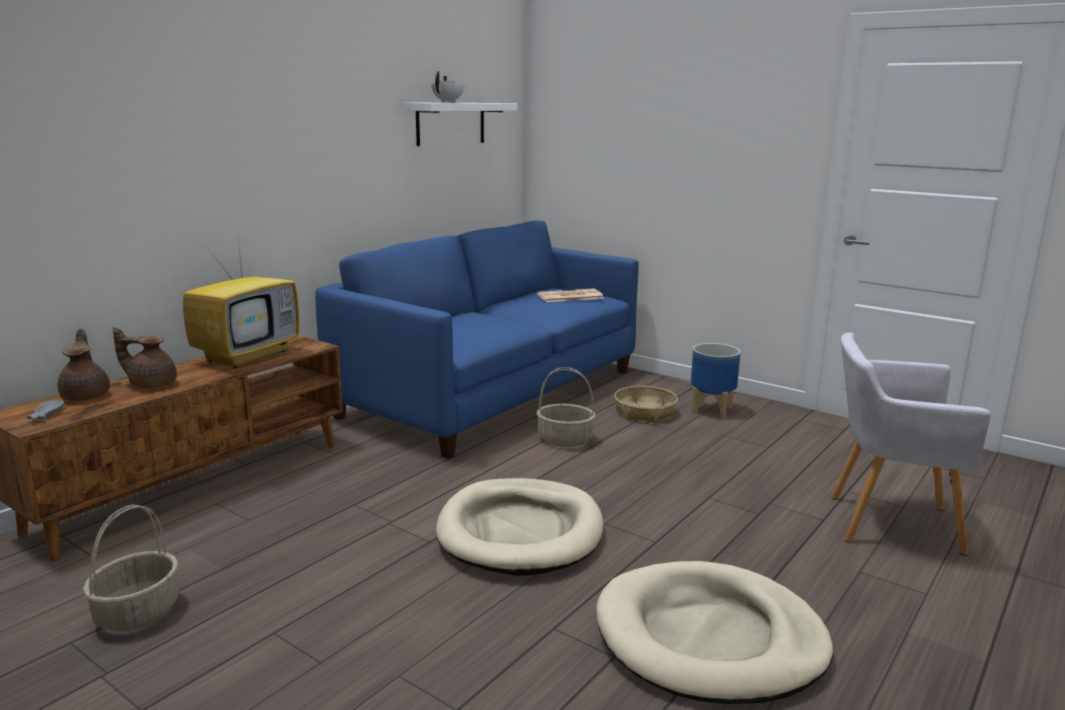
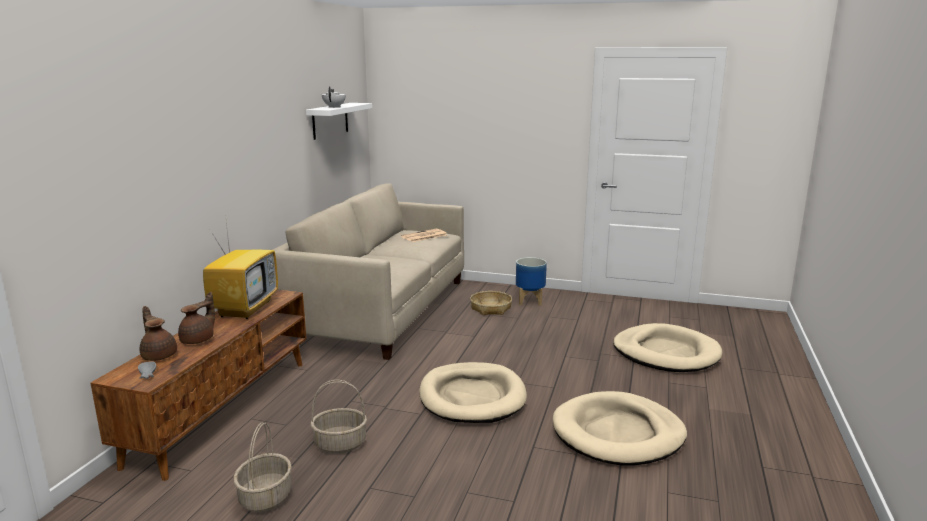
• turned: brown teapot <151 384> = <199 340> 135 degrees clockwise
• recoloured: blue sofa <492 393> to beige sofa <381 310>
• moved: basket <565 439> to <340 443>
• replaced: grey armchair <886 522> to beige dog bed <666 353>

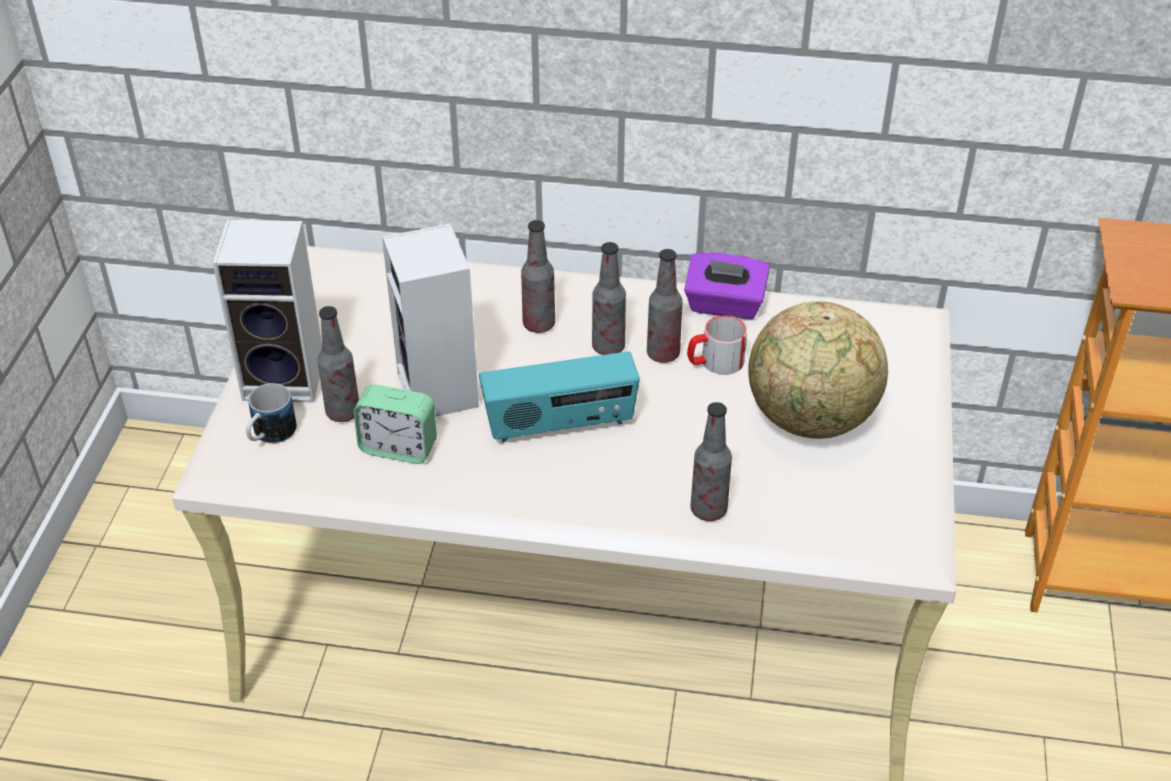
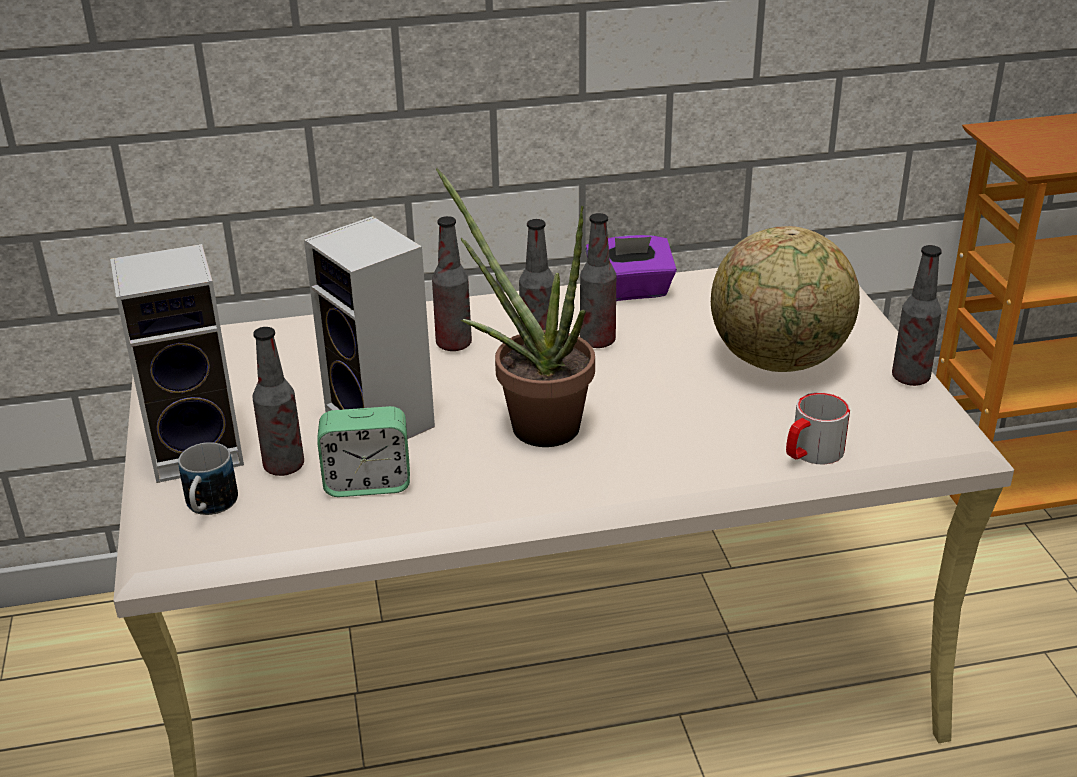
• replaced: radio <560 425> to potted plant <532 422>
• moved: mug <715 362> to <811 453>
• moved: bottle <708 510> to <910 378>

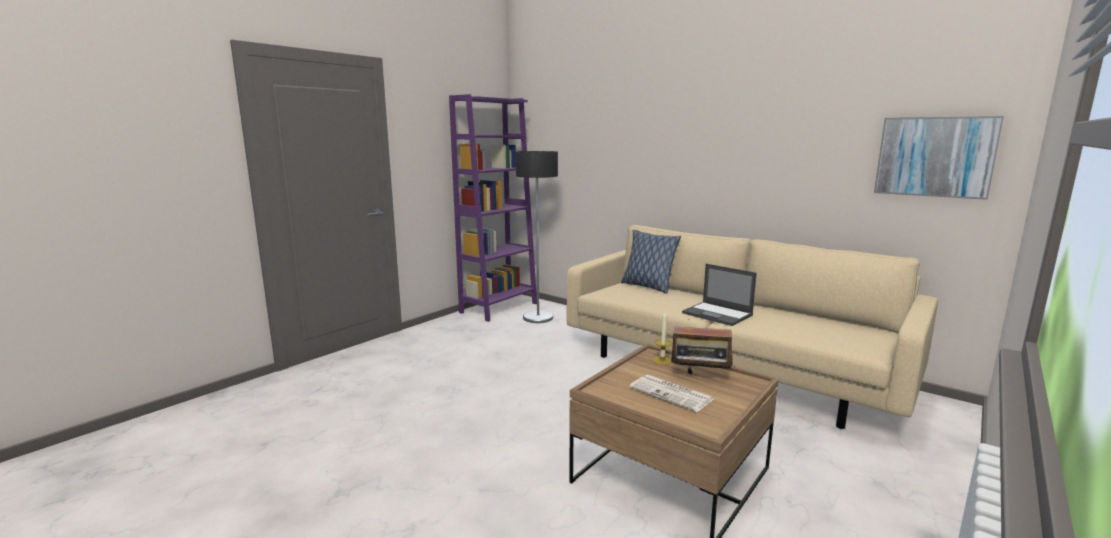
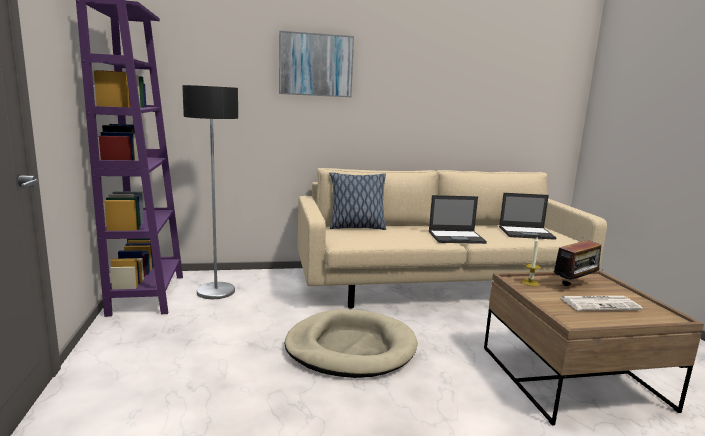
• moved: picture <934 157> to <316 65>
• added: beige dog bed <350 348>
• added: laptop <527 233>

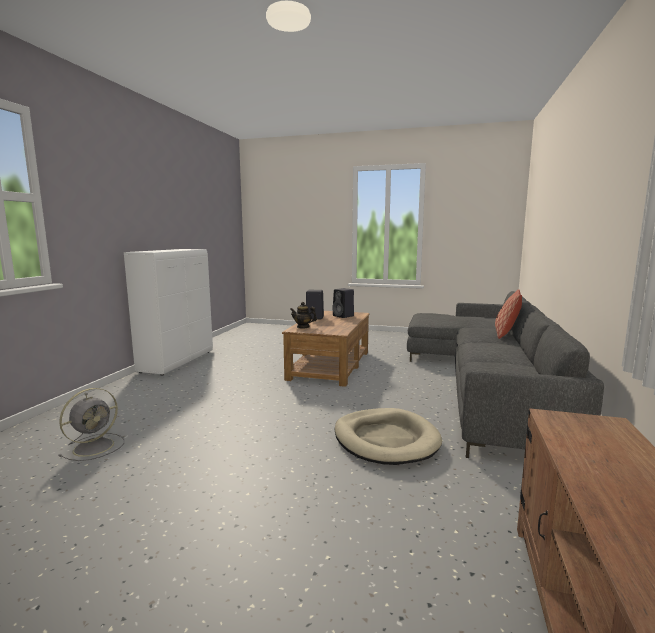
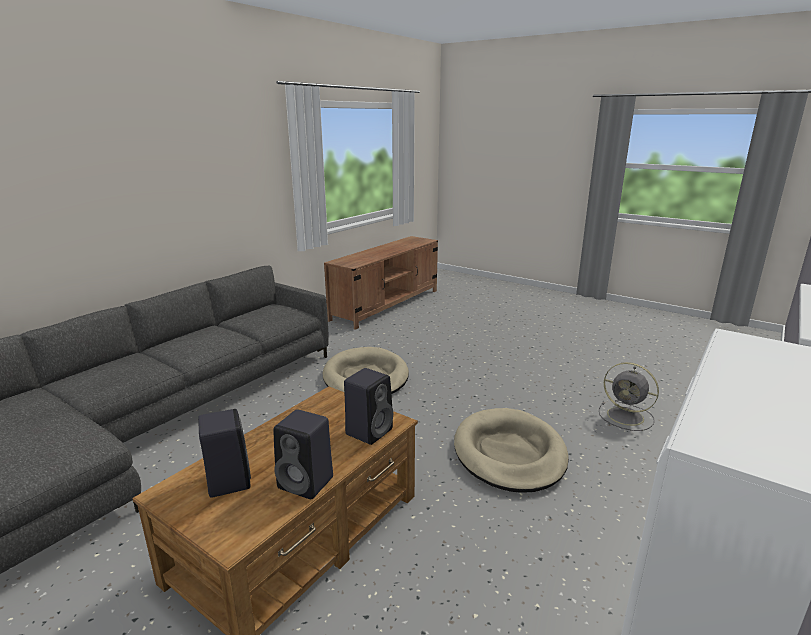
• turned: grey fan <95 446> = <627 417> 105 degrees counterclockwise
• replaced: teapot <303 327> to black speaker <370 431>
• removed: pillow <506 334>
• added: beige dog bed <509 453>

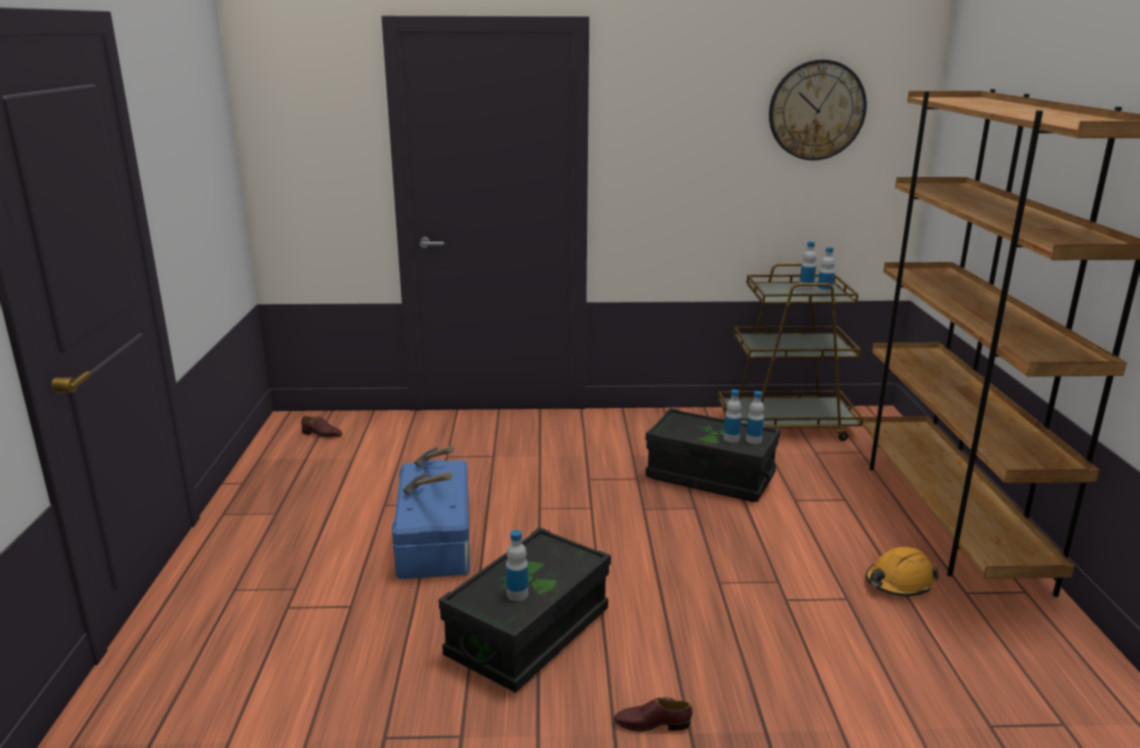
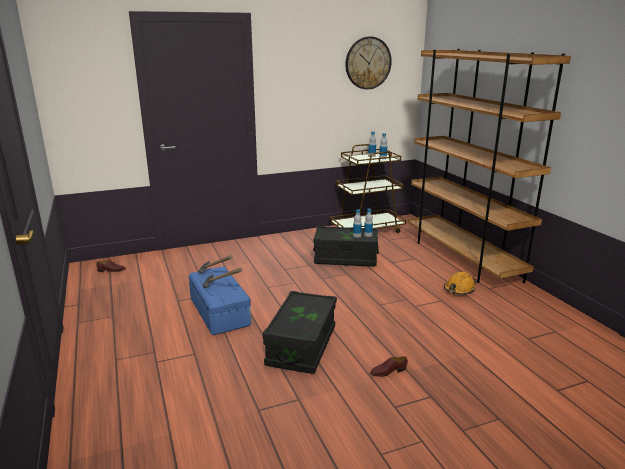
• removed: bottle <517 594>

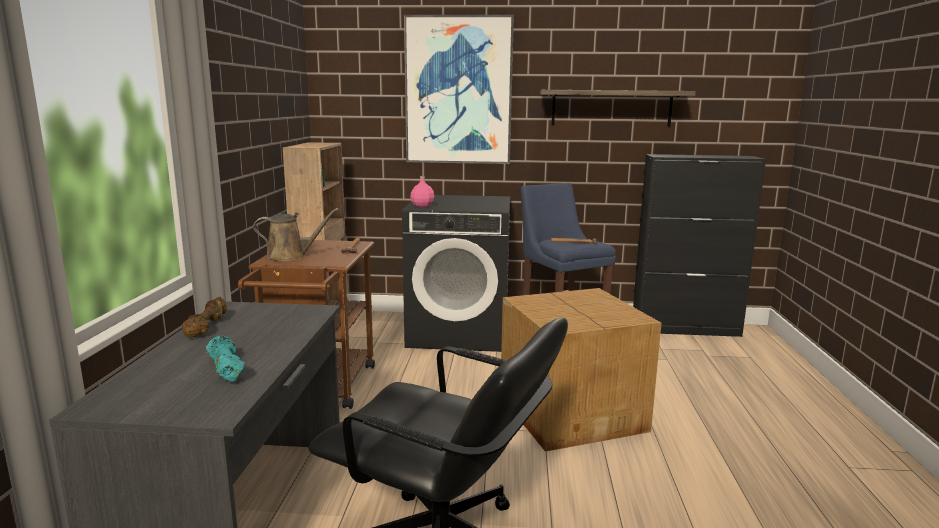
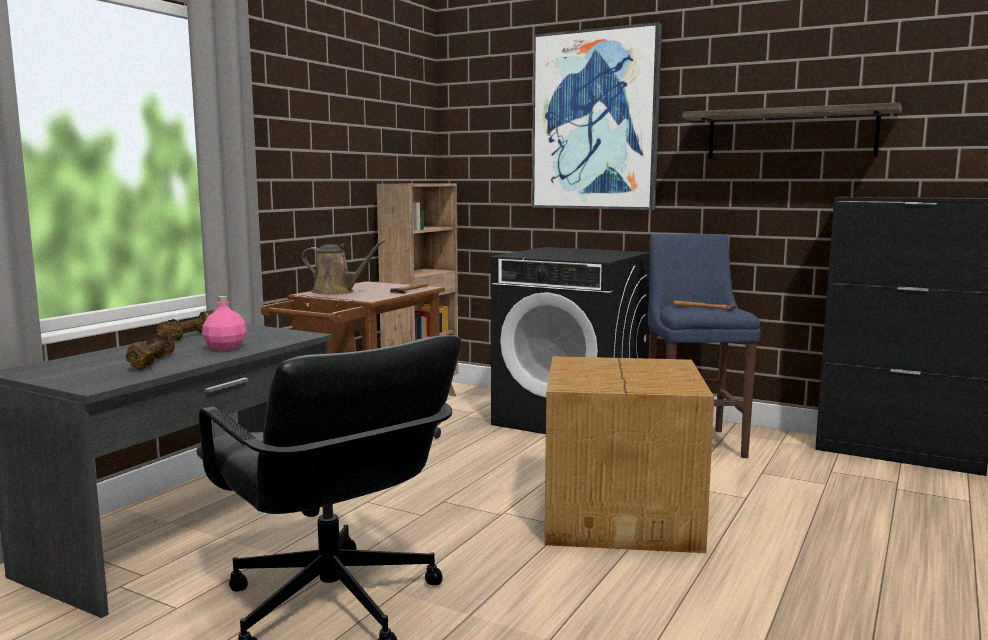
• recoloured: turquoise dumbbell <226 370> to brown dumbbell <151 363>
• moved: pink bottle <422 206> to <225 348>

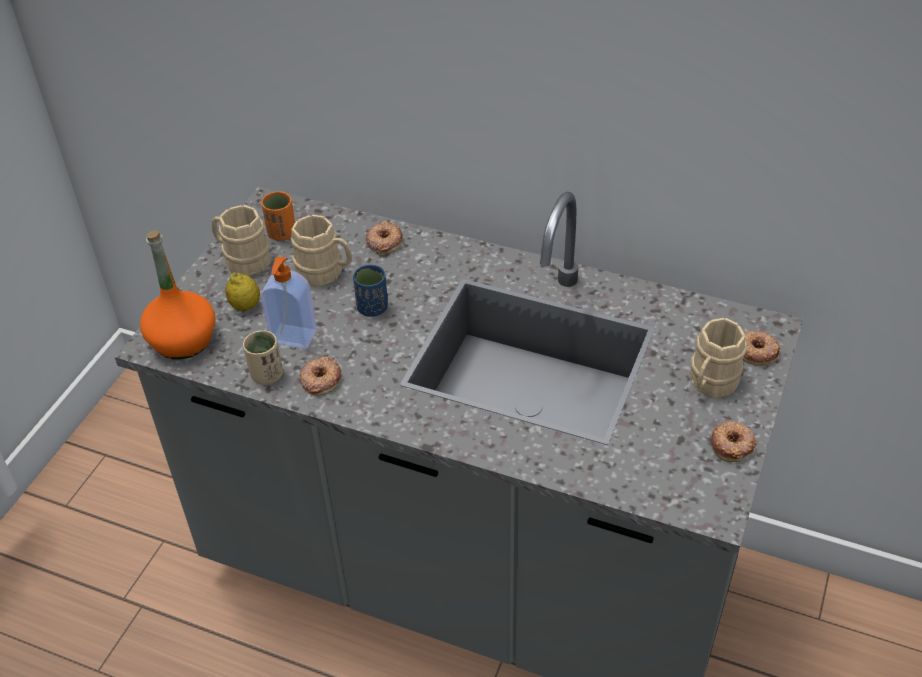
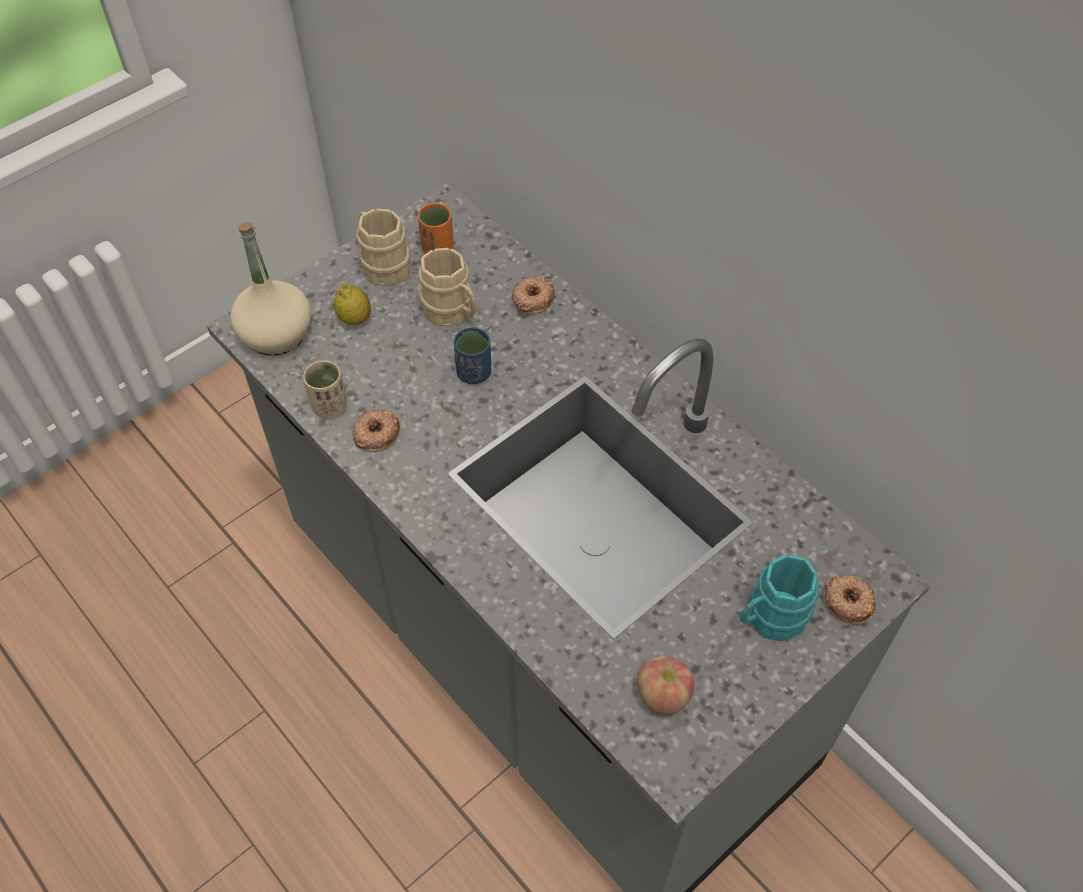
• recoloured: orange bottle <182 340> to beige bottle <275 333>
• removed: soap dispenser <293 337>
• recoloured: beige mug <710 384> to turquoise mug <770 618>
• removed: donut <732 444>
• added: apple <663 695>

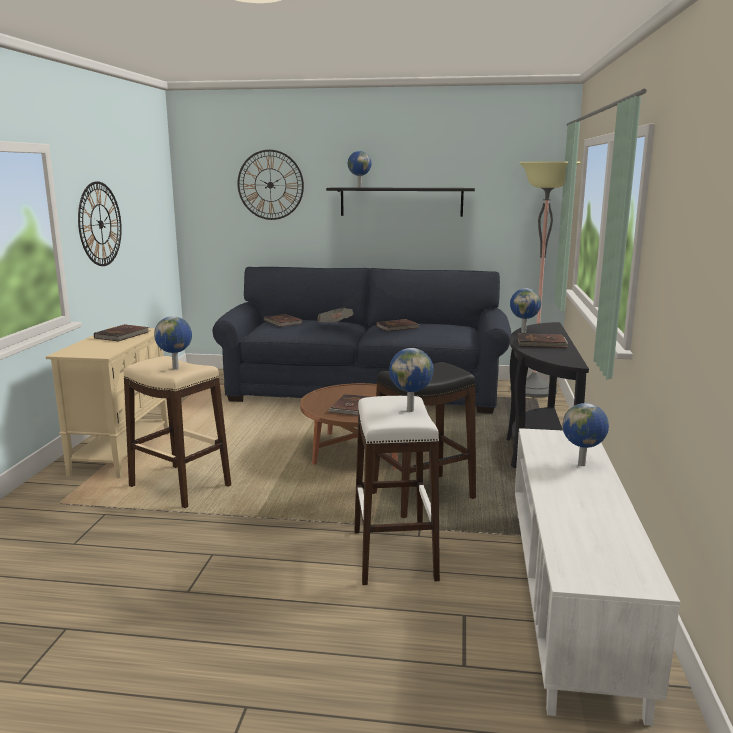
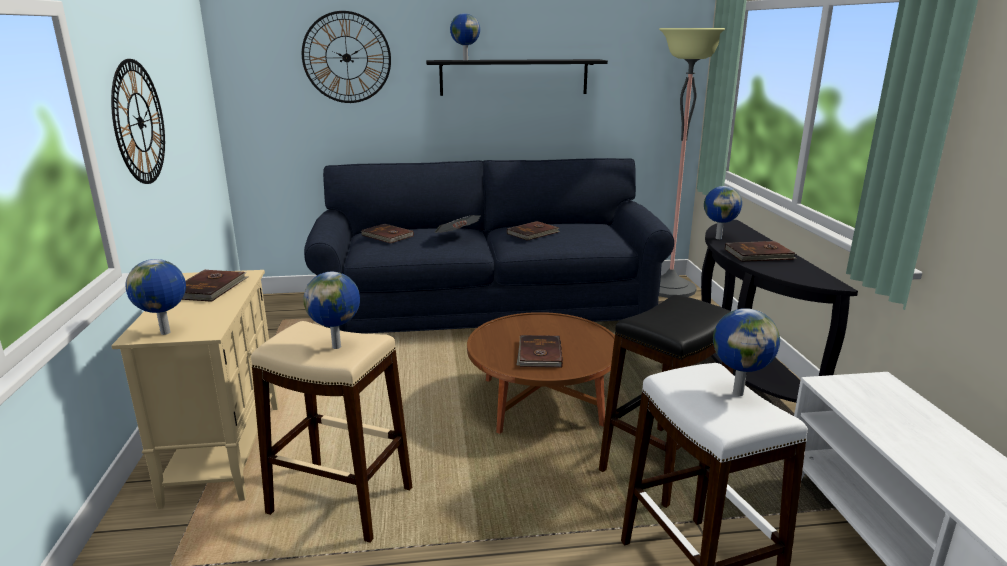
• moved: globe <582 465> to <166 333>

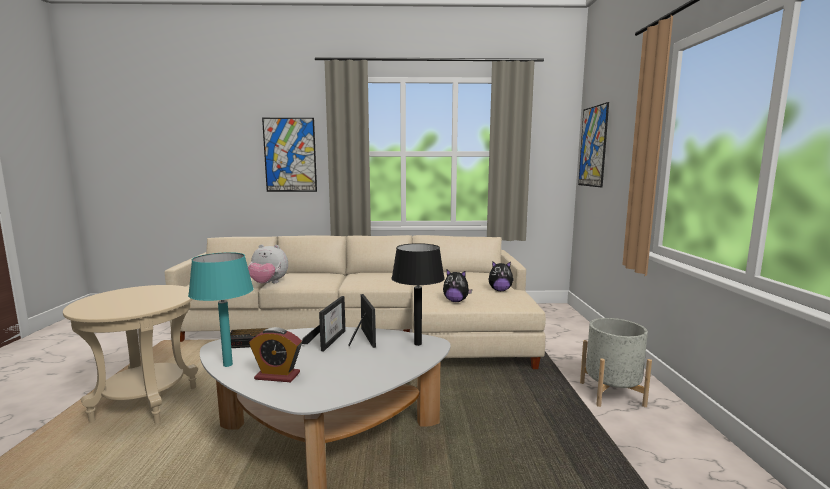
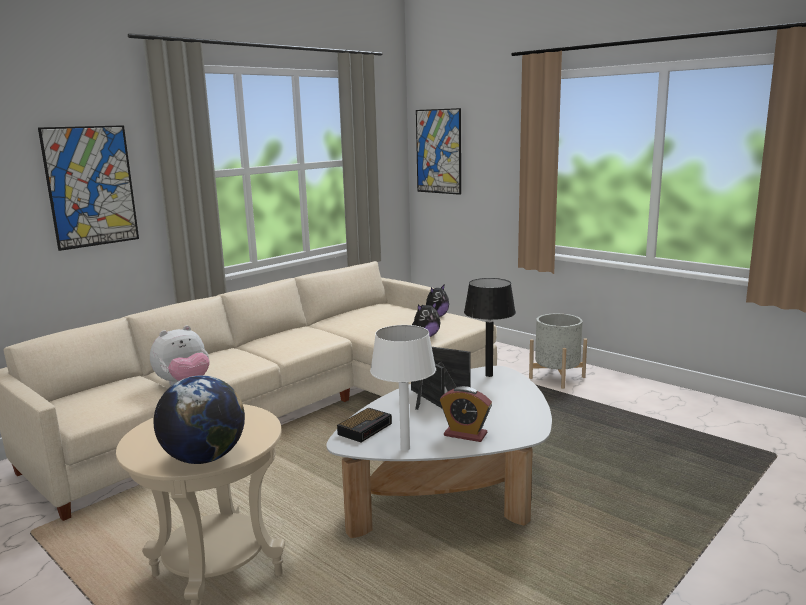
• recoloured: turquoise table lamp <228 365> to white table lamp <405 448>
• turned: alarm clock <277 376> = <465 434> 60 degrees clockwise
• added: globe <204 458>

